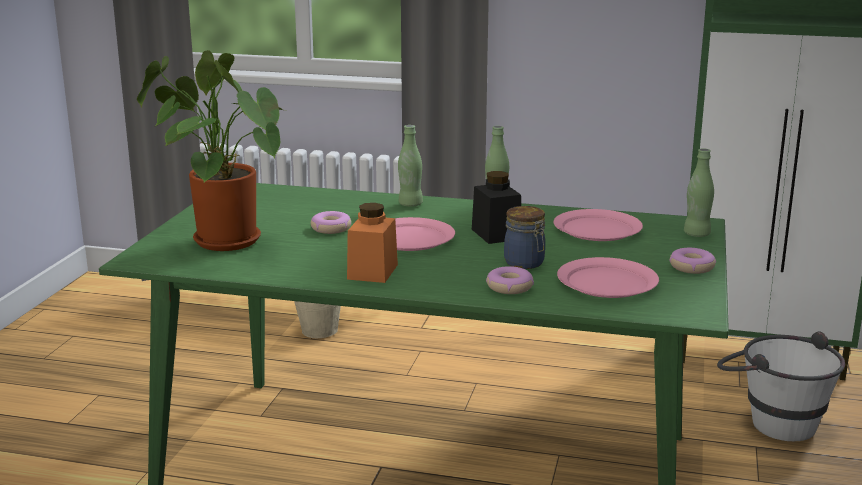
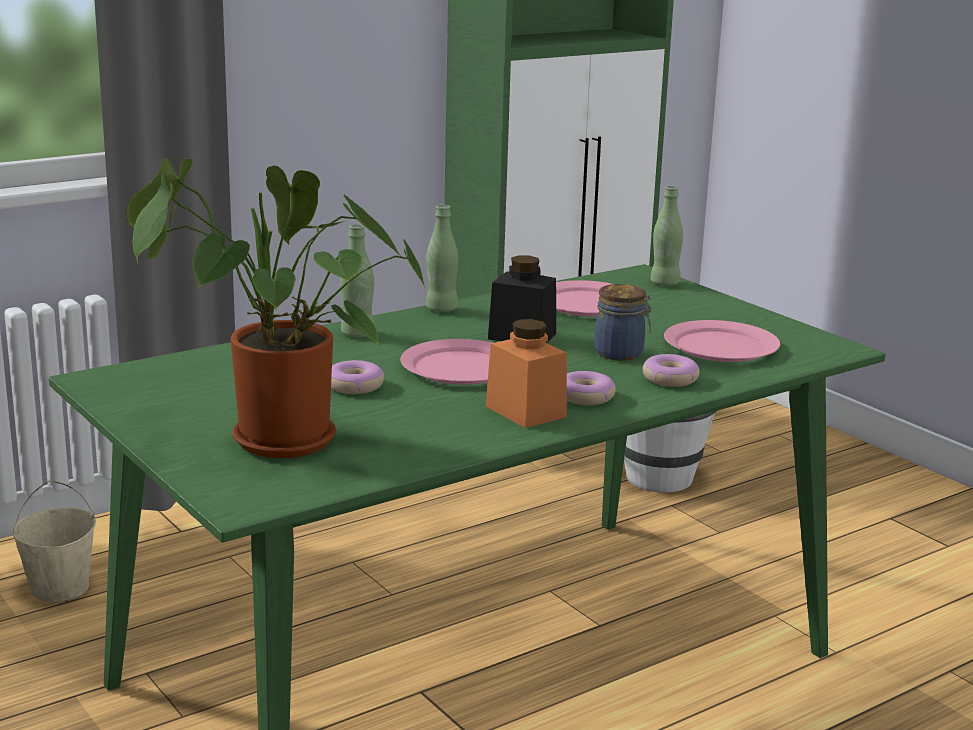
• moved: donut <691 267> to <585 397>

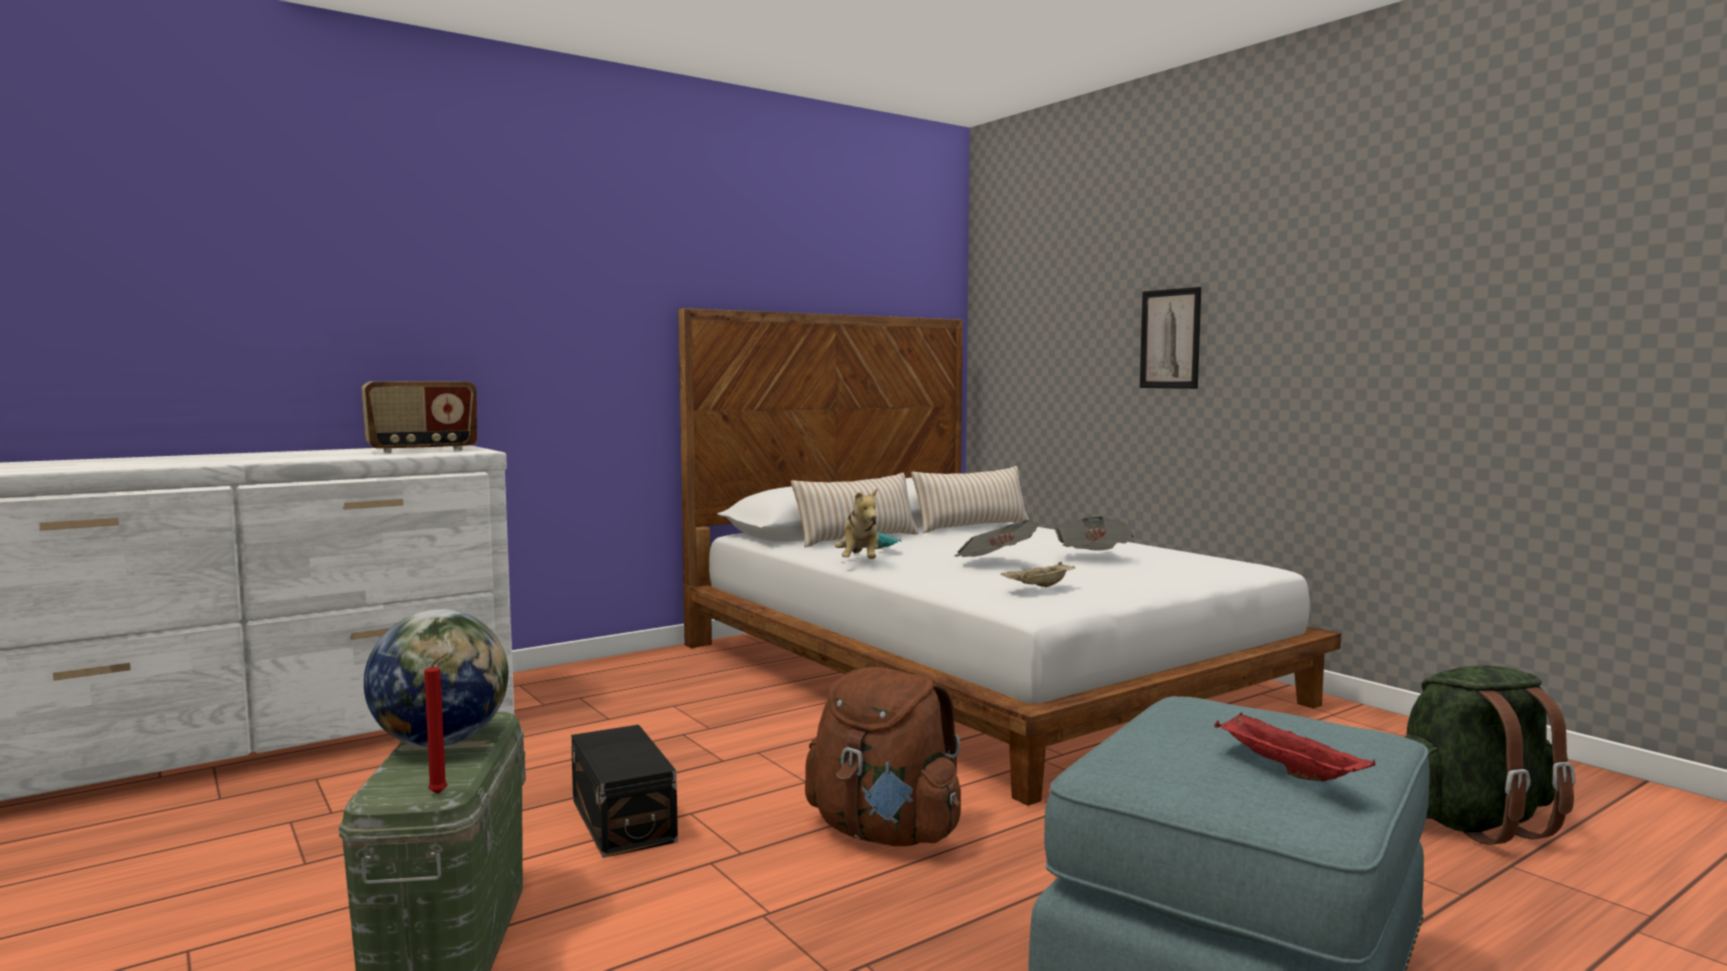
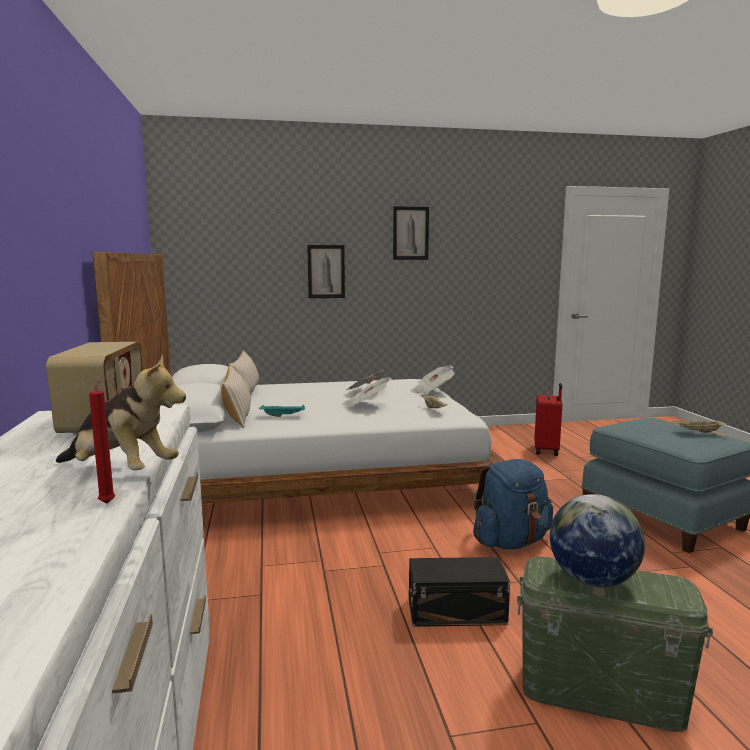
• moved: red candle <441 793> to <108 502>
• recoloured: brown backpack <884 833> to blue backpack <511 541>
• moved: plush toy <860 562> to <121 471>
• recoloured: red tray <1285 770> to beige tray <698 432>
• replaced: green backpack <1474 823> to red suitcase <547 450>
• added: picture <410 233>
• added: newspaper <432 391>

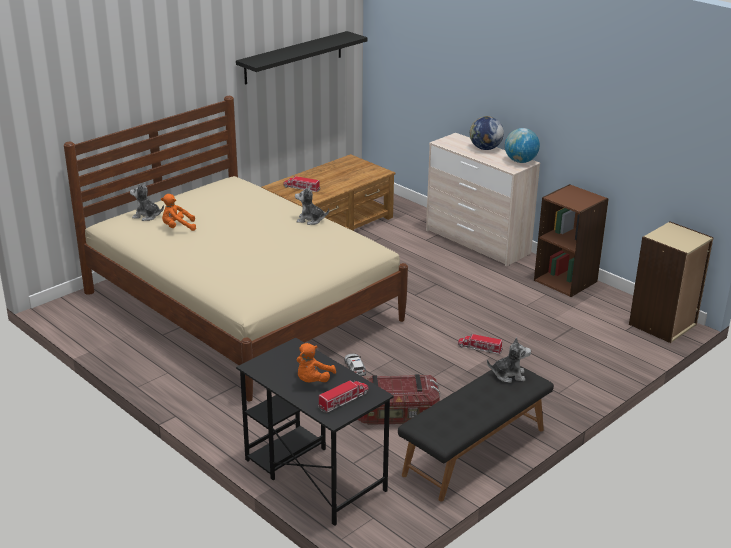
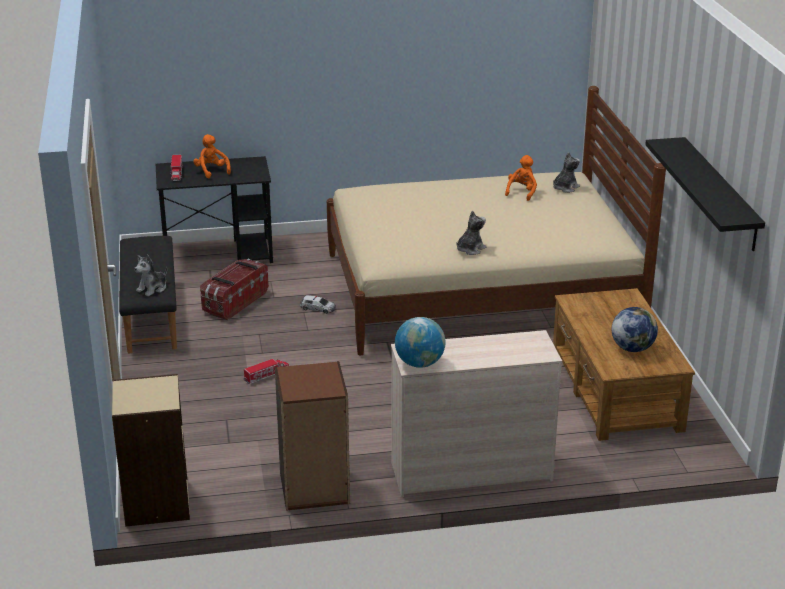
• removed: toy truck <301 188>
• moved: globe <485 148> to <632 348>

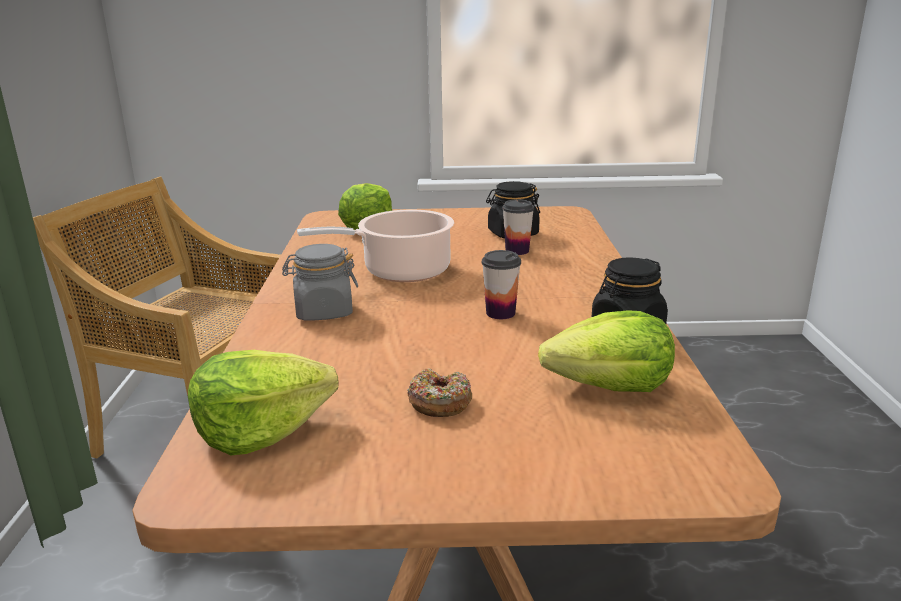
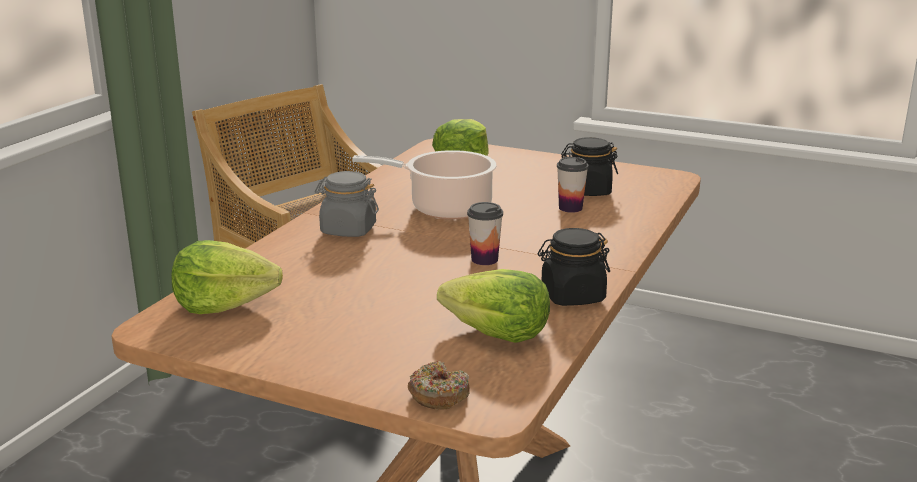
• moved: donut <439 402> to <438 395>

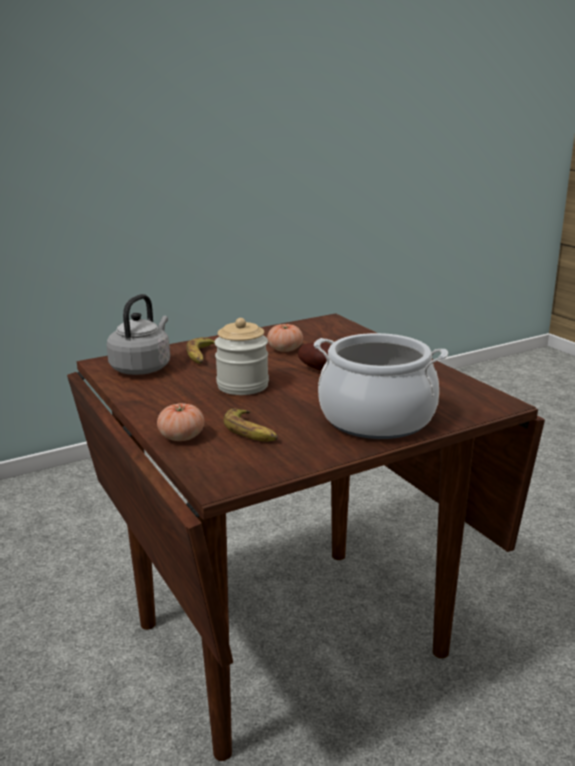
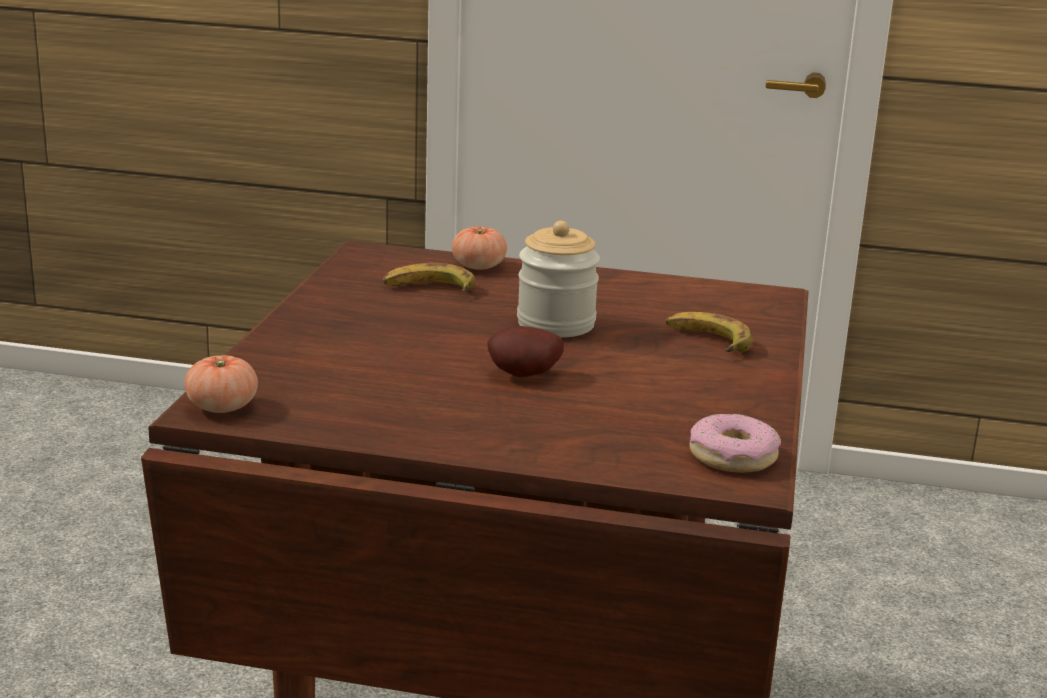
• removed: grey kettle <142 367>
• moved: tomato <285 349> to <222 407>
• removed: cooking pot <377 418>
• added: donut <732 456>

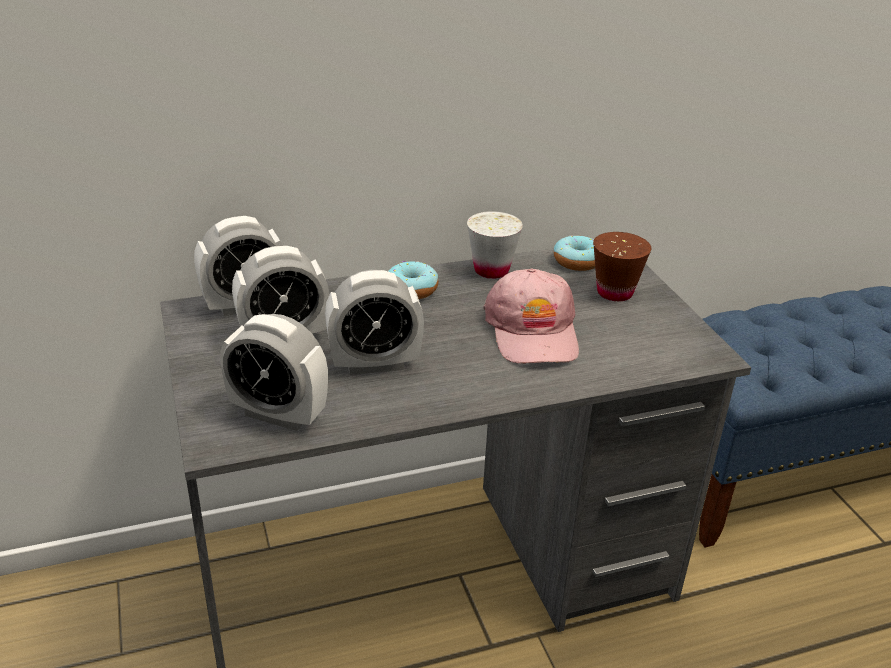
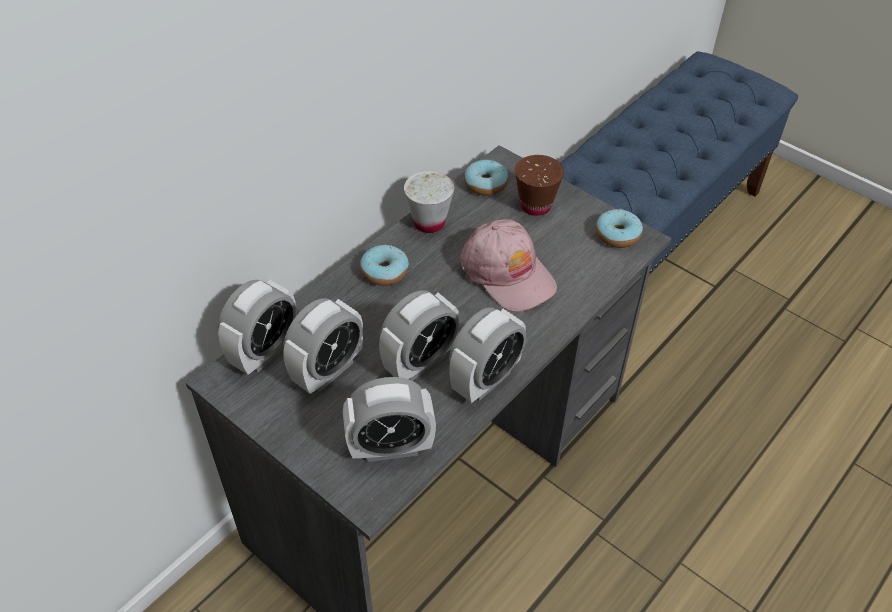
• added: alarm clock <485 380>
• added: donut <617 235>

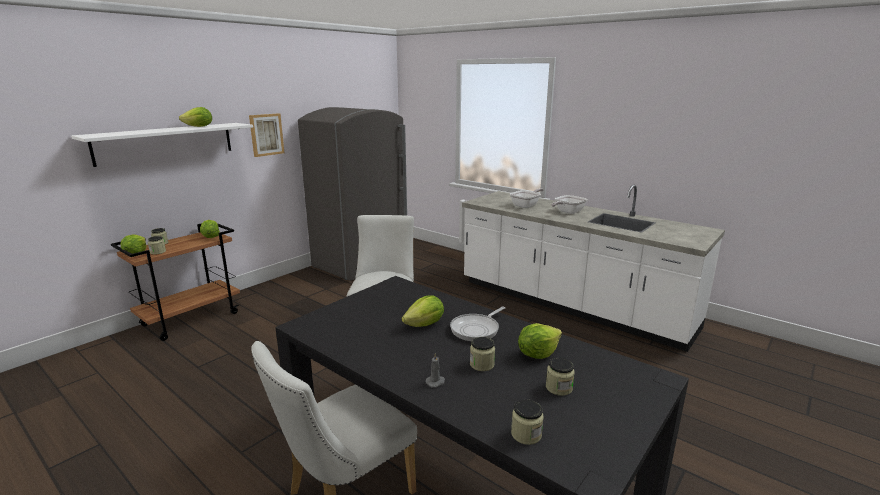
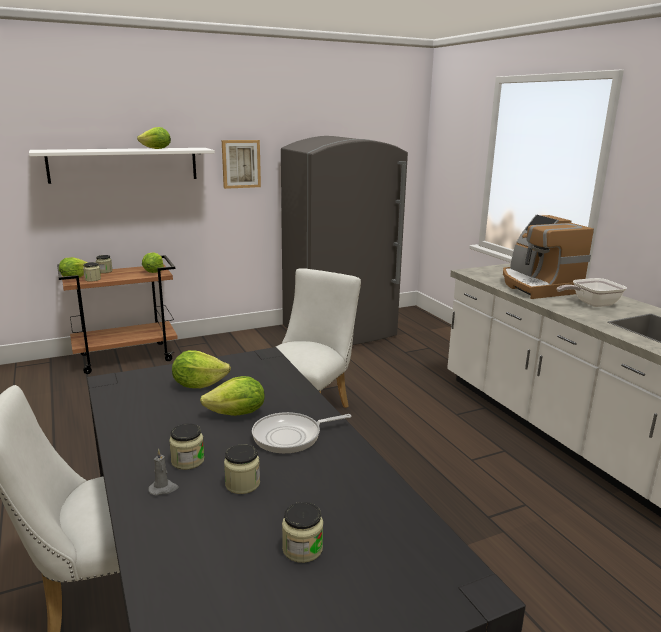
• replaced: frying pan <526 205> to coffee machine <537 286>
• moved: jar <526 434> to <188 461>
• moved: lettuce <537 353> to <198 384>

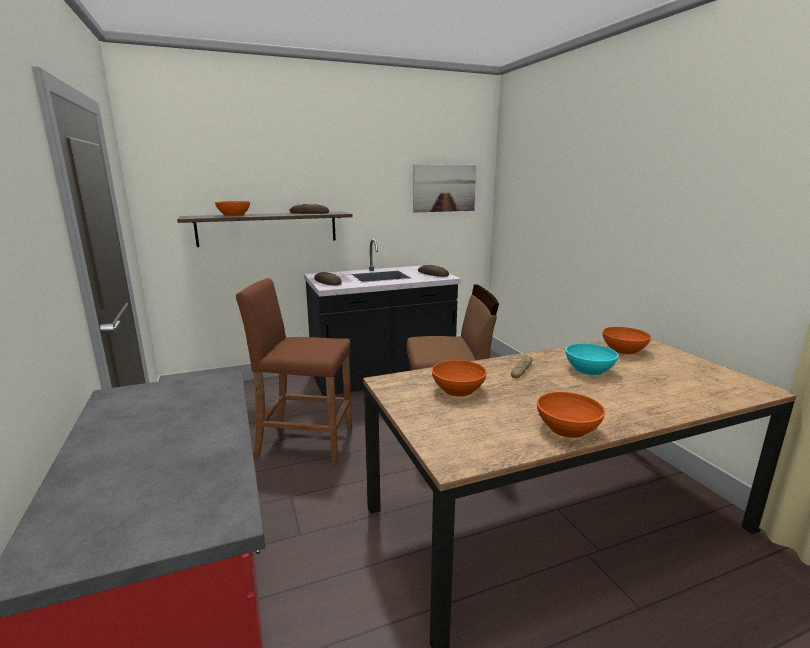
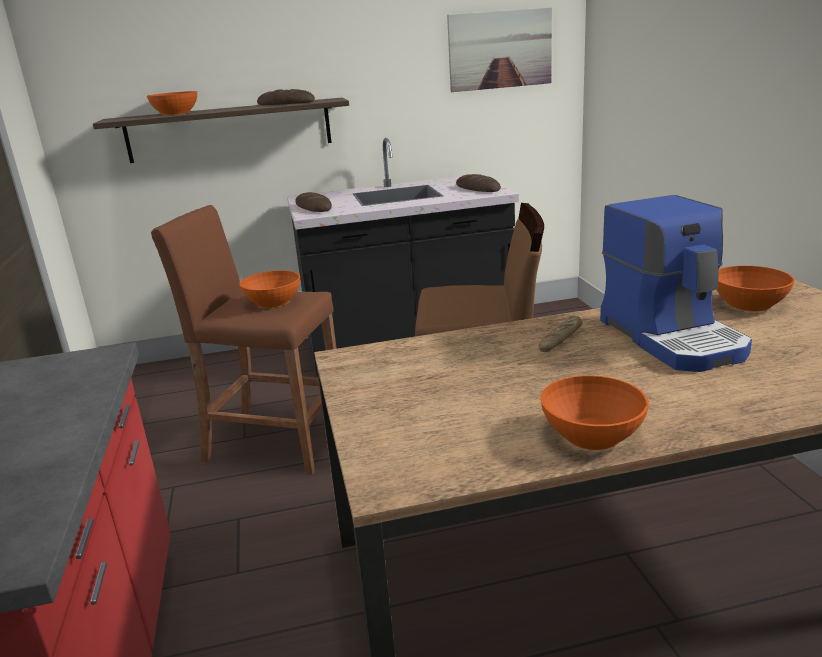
• moved: orange bowl <457 390> to <272 302>
• replaced: turquoise bowl <589 369> to coffee machine <673 337>

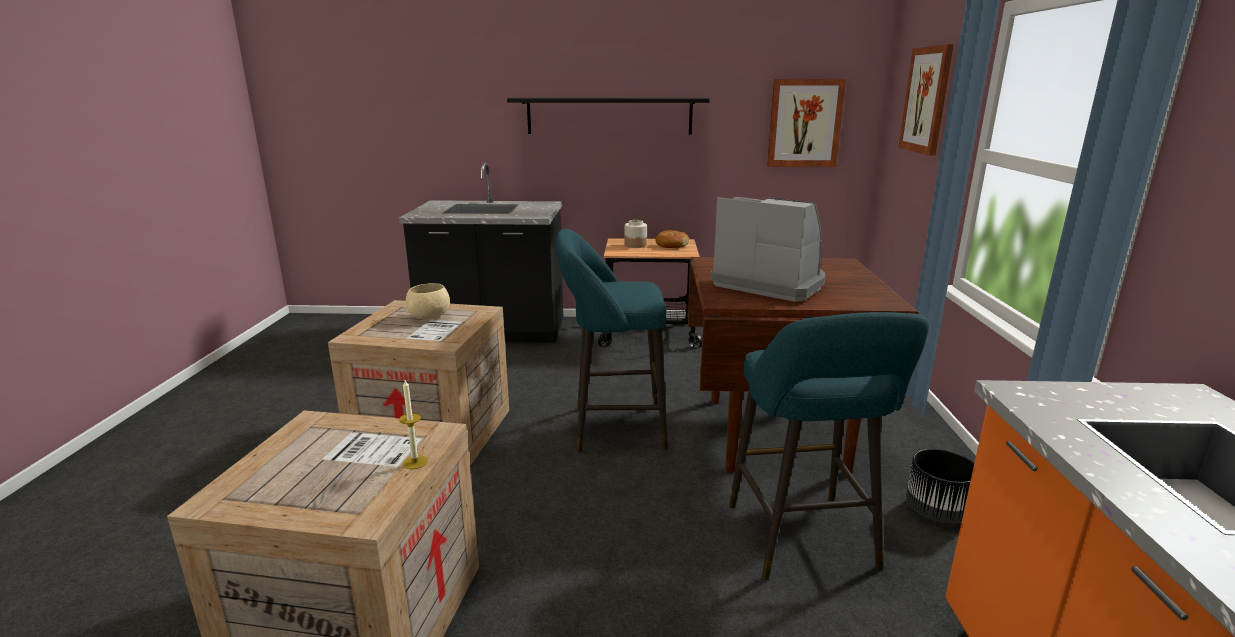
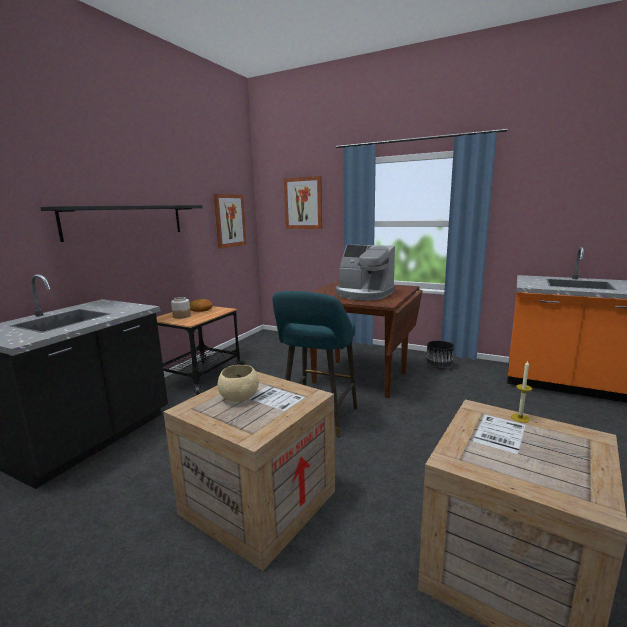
• turned: coffee machine <769 283> = <363 294> 120 degrees counterclockwise
• removed: turquoise stool <804 541>

